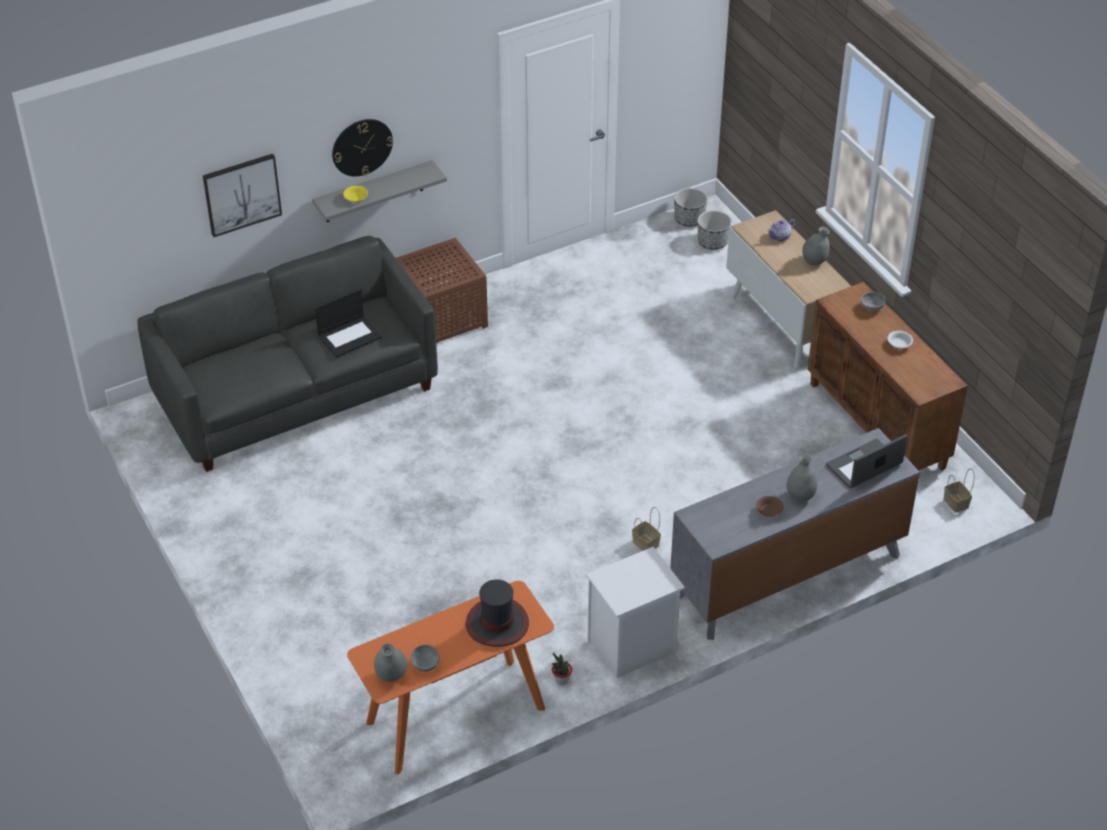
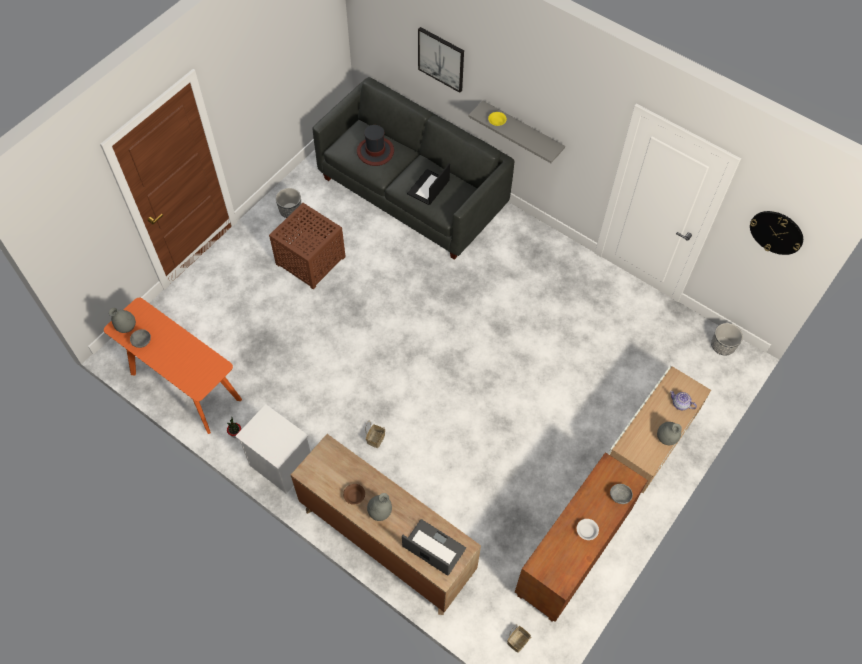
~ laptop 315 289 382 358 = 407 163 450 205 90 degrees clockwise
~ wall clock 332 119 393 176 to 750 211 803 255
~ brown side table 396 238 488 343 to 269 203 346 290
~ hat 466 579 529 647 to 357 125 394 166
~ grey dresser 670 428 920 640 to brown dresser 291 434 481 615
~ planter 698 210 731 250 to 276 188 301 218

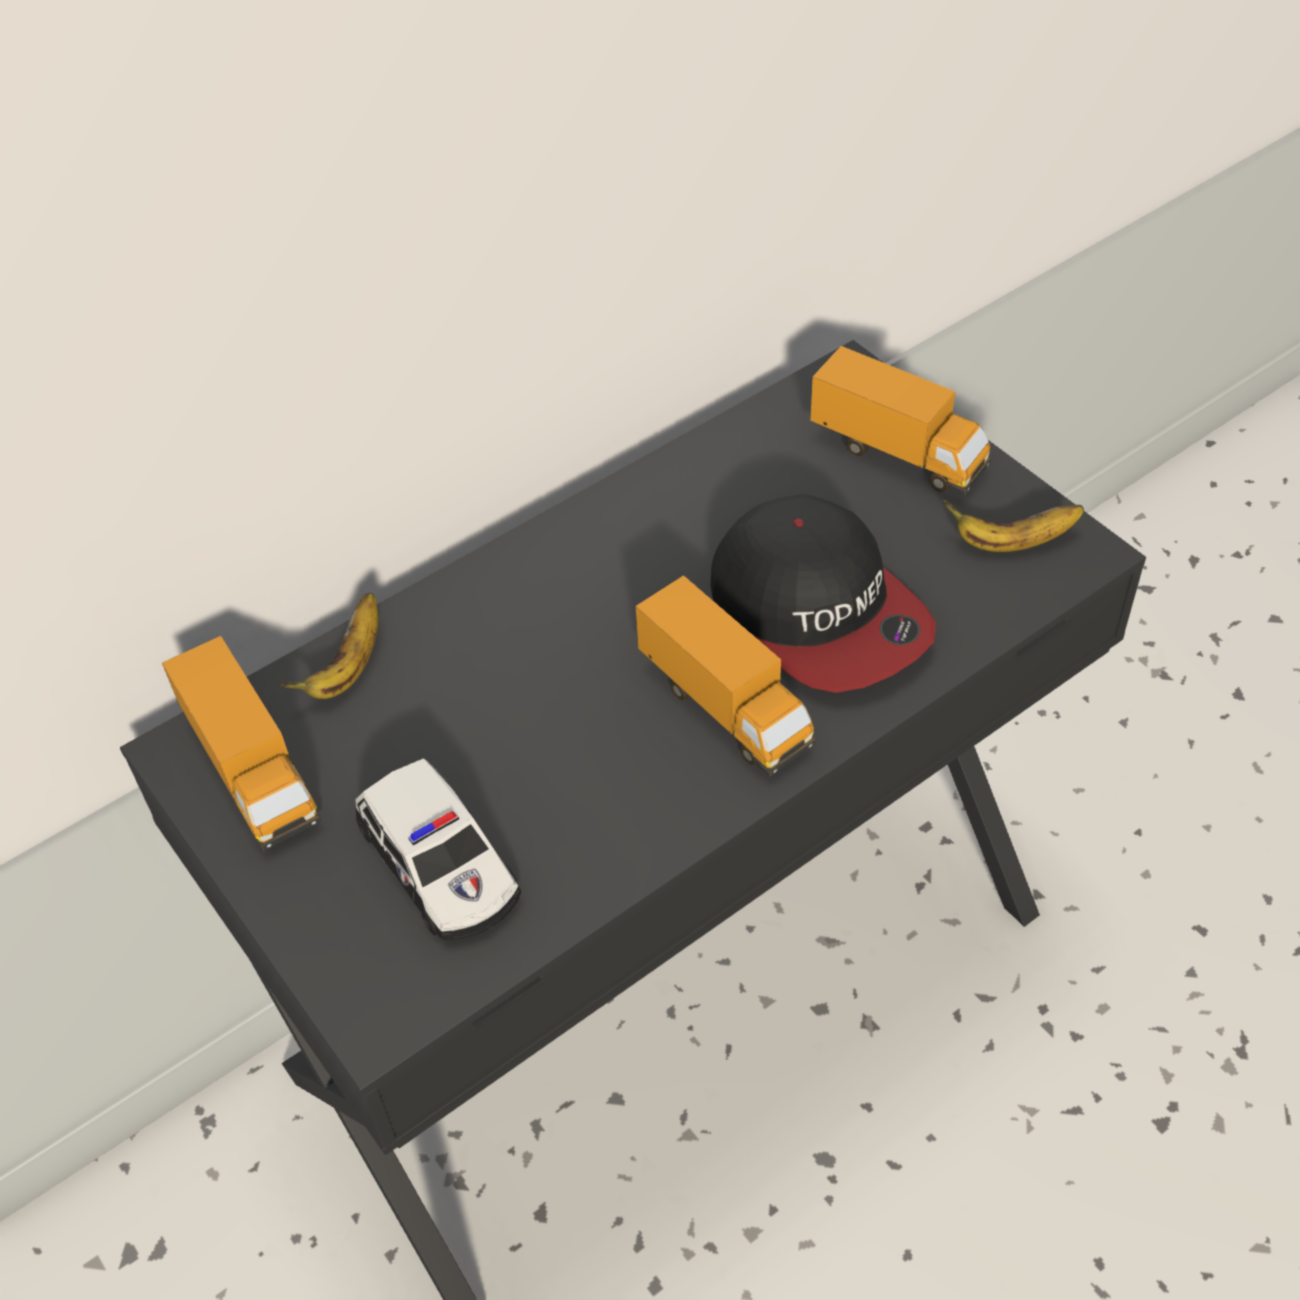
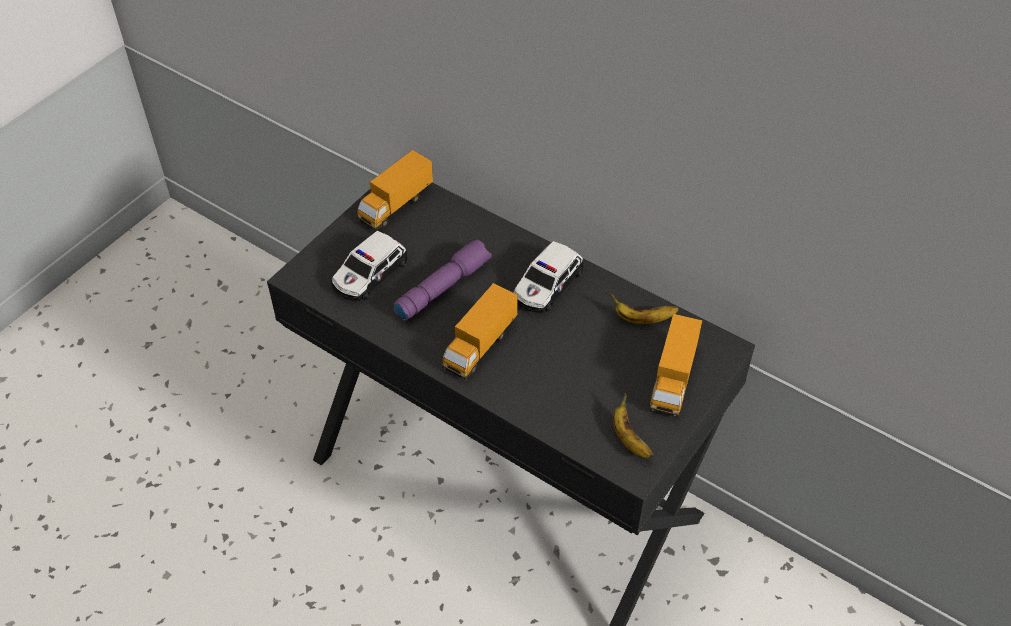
~ banana 281 593 379 699 to 610 293 679 324
- cap 711 494 936 693
+ purple flashlight 394 240 492 321
+ toy car 513 241 583 313

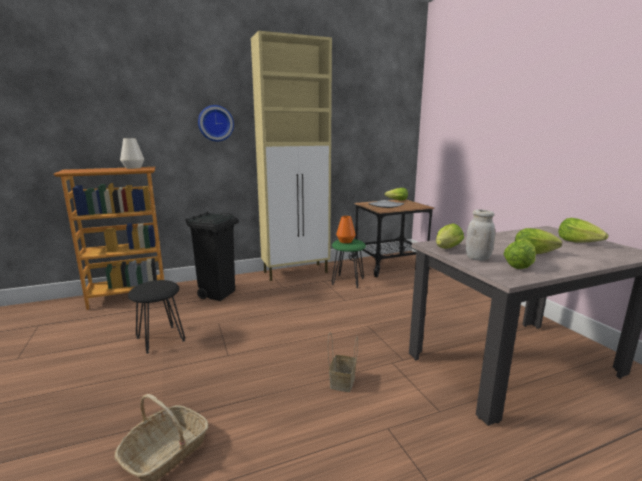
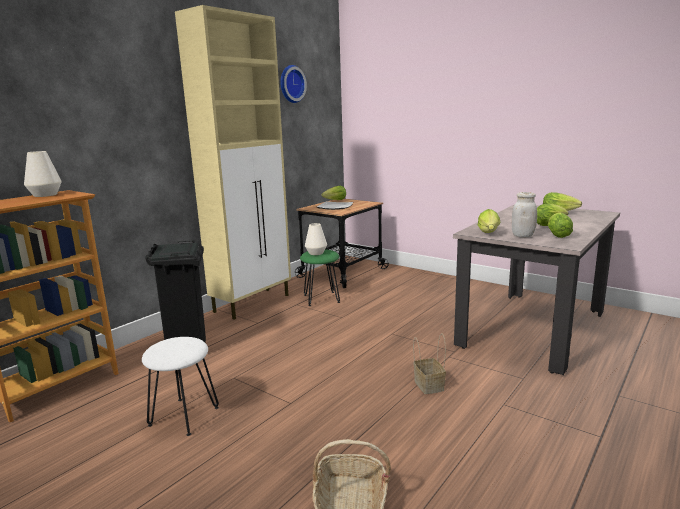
~ black stool 128 280 185 354 to white stool 142 337 219 436
~ wall clock 198 105 234 142 to 280 65 307 103
~ orange vase 336 216 356 243 to white vase 305 223 327 255

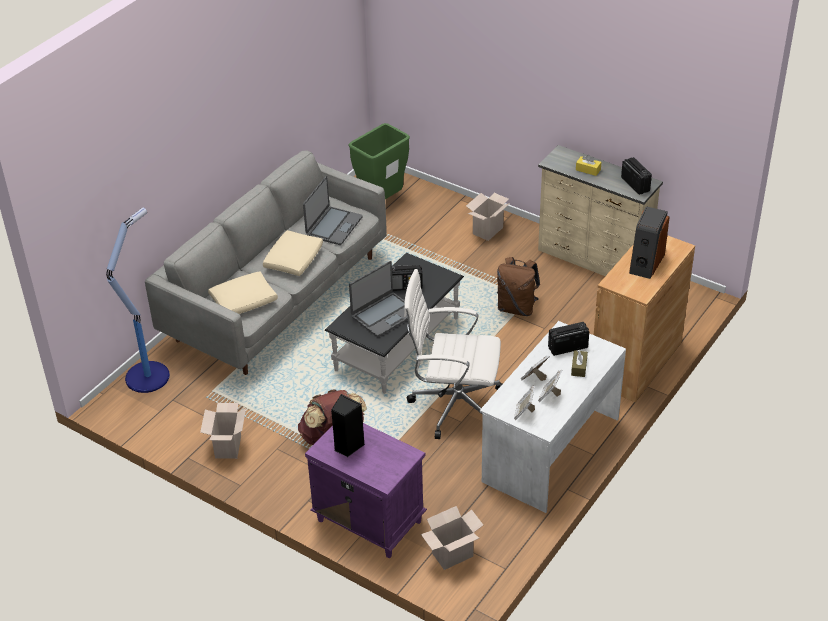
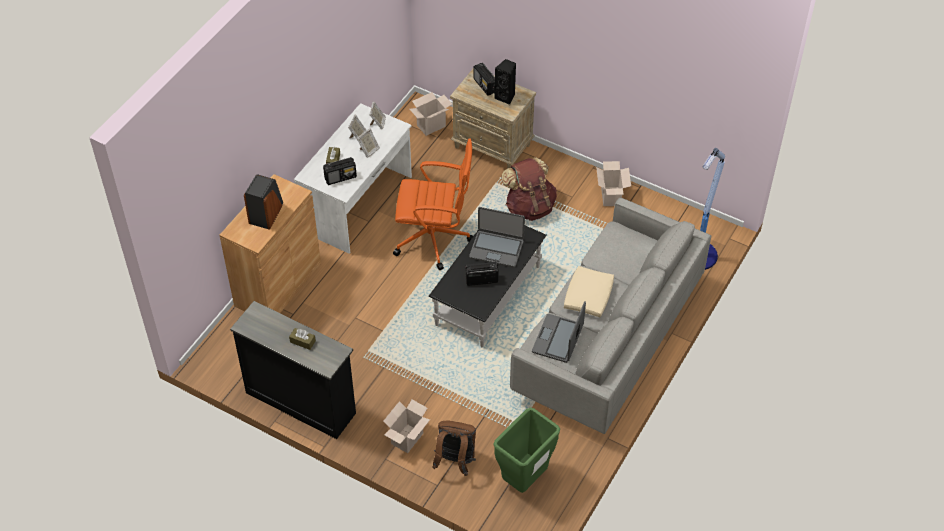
- beige pillow 208 271 278 314
~ purple nightstand 305 423 427 558 to beige nightstand 450 68 536 168
~ laptop 349 261 408 337 = 469 207 525 268 120 degrees counterclockwise
~ white office chair 404 269 502 439 to orange office chair 393 138 473 270
~ brown backpack 497 257 540 316 to 432 420 476 476
~ beige dresser 538 145 663 276 to black dresser 230 301 356 439
~ yellow tissue box 576 155 601 176 to brown tissue box 289 328 316 350
~ radio 621 157 652 195 to 474 63 495 96

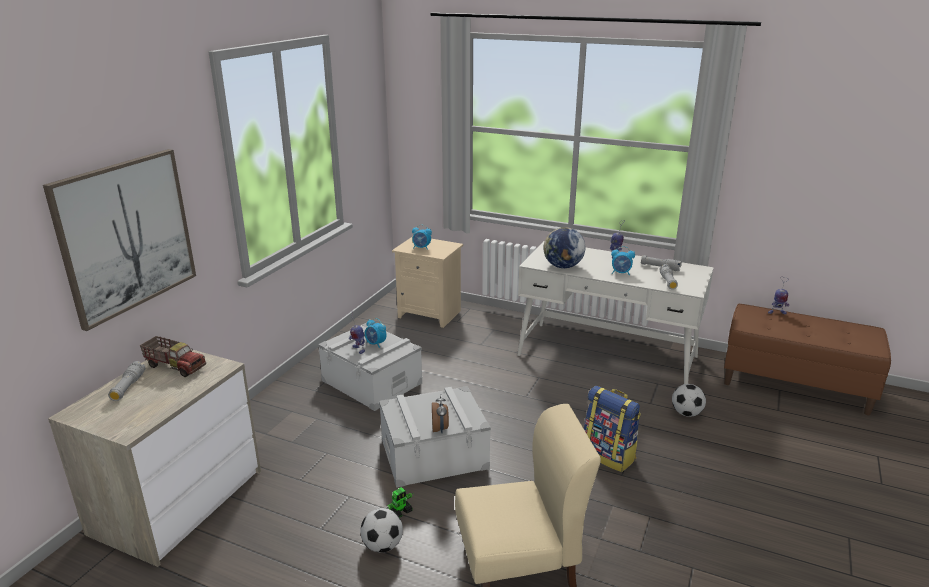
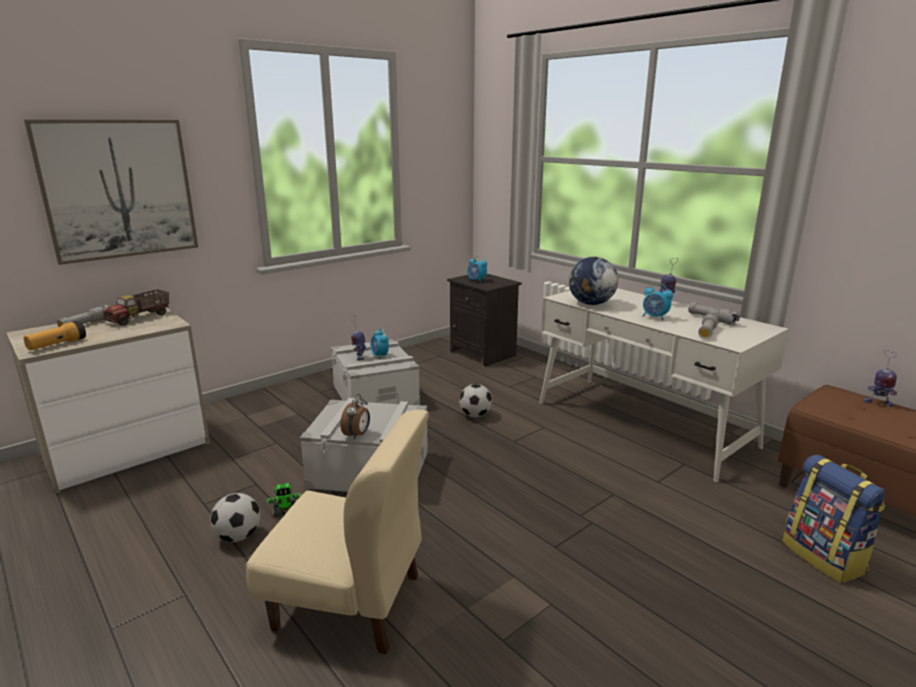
~ toy truck 140 336 206 377 = 102 289 169 326 75 degrees clockwise
~ beige nightstand 392 236 463 328 to black nightstand 447 274 522 366
~ backpack 584 386 641 472 to 782 455 885 583
~ football 672 384 706 417 to 459 384 492 417
+ flashlight 24 320 86 350

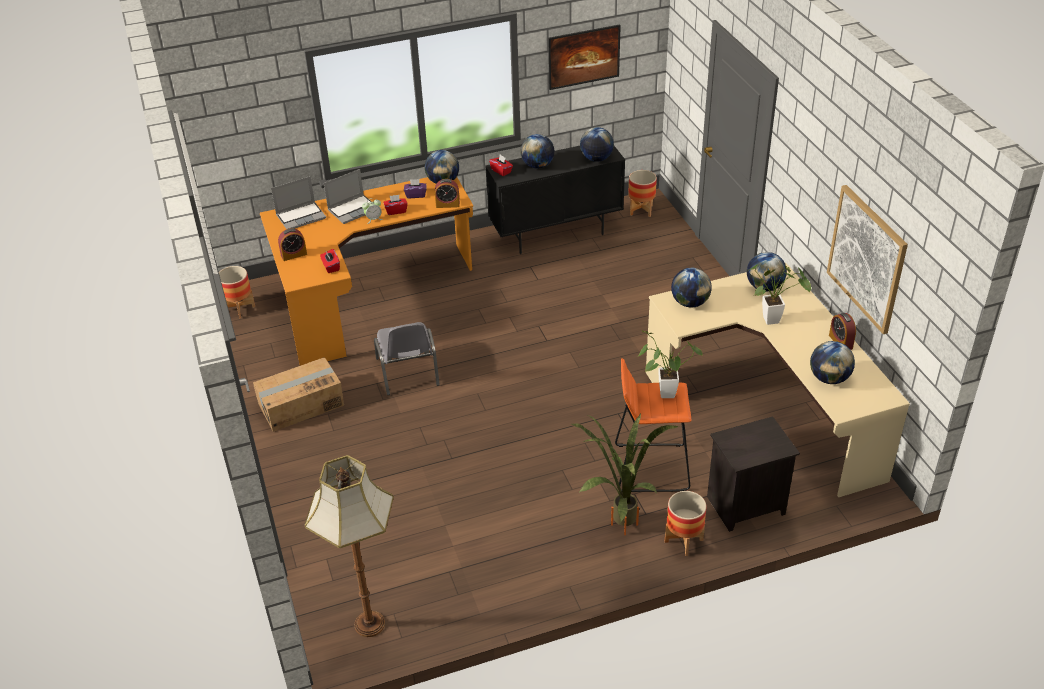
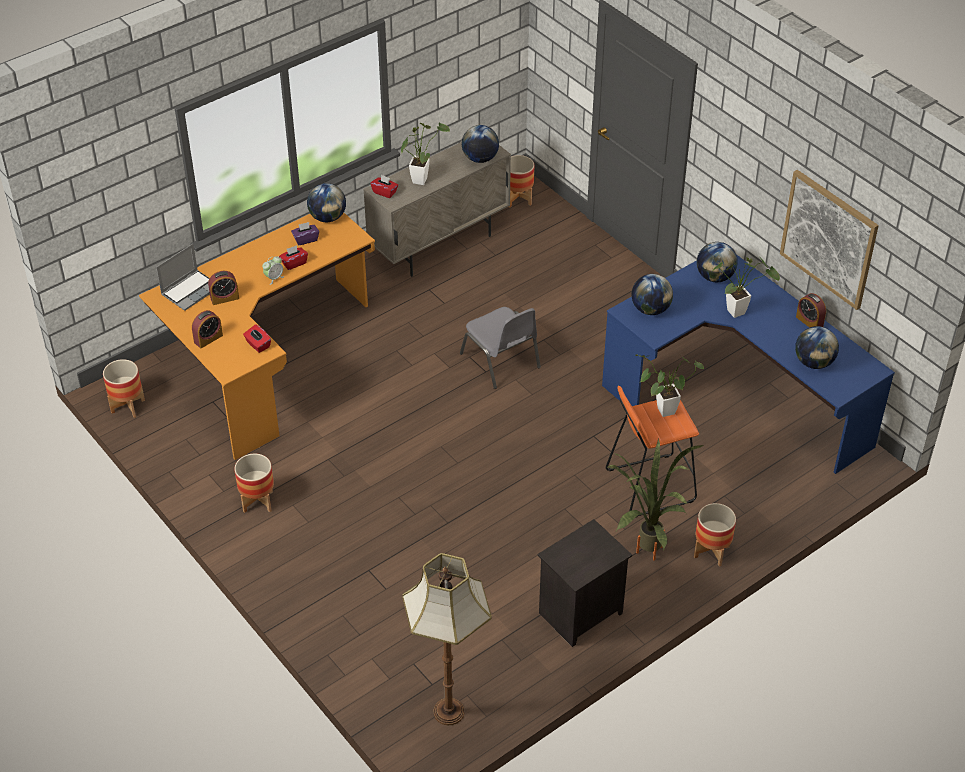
~ cardboard box 253 357 344 432 to planter 234 454 274 513
- laptop 324 169 372 224
~ grey chair 374 322 440 395 to 460 307 541 389
~ alarm clock 435 179 460 208 to 208 271 239 305
~ black cabinet 485 146 625 254 to beige cabinet 363 142 511 277
~ globe 520 134 554 169 to potted plant 401 123 450 185
- picture 548 24 621 90
~ beige desk 646 263 910 497 to blue desk 602 254 895 474
~ black nightstand 707 416 800 532 to 538 519 632 647

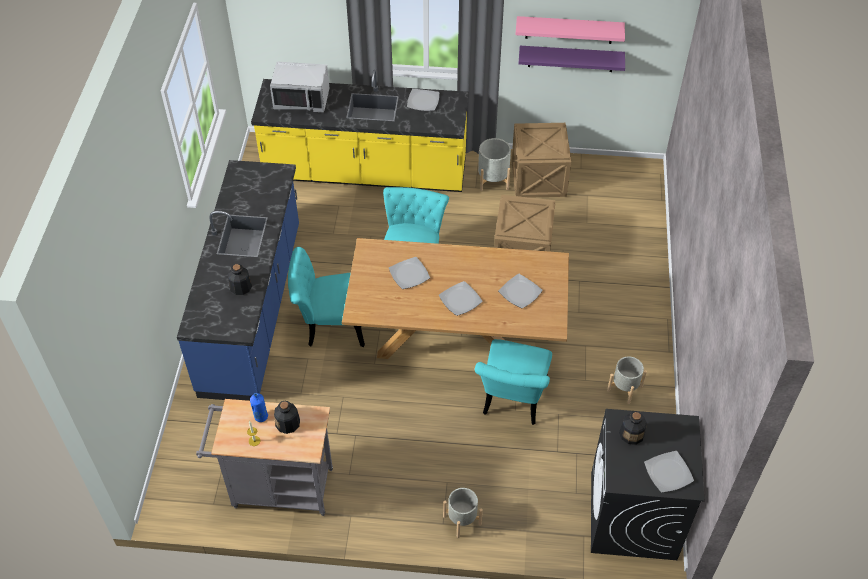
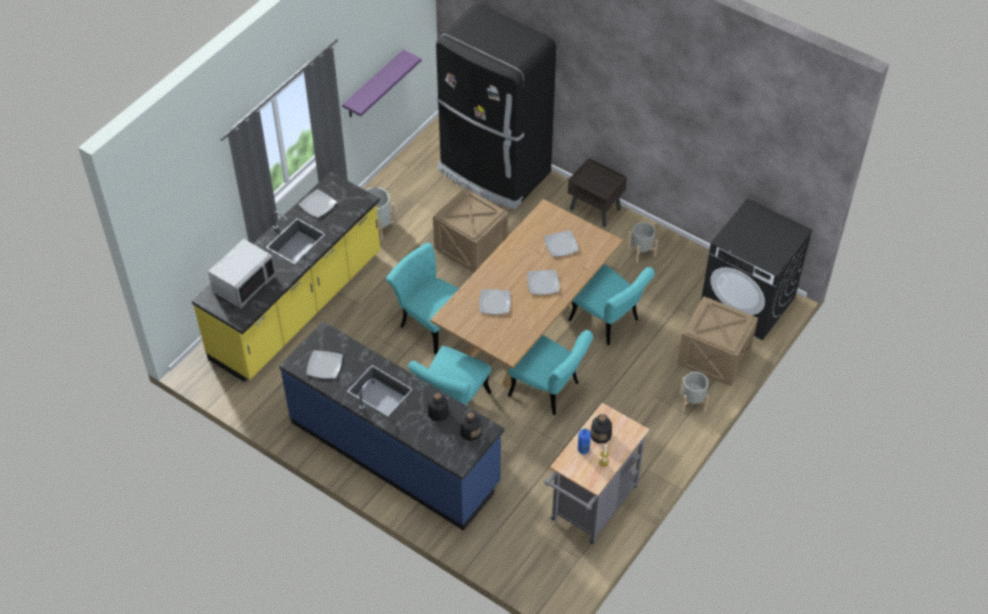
~ crate 512 123 571 198 to 677 296 758 386
- pink shelf 515 16 625 44
~ bottle 619 411 647 445 to 460 411 482 441
~ plate 644 451 694 493 to 306 350 342 379
+ black fridge 436 4 556 209
+ turquoise chair 508 330 593 415
+ brown nightstand 568 158 627 227

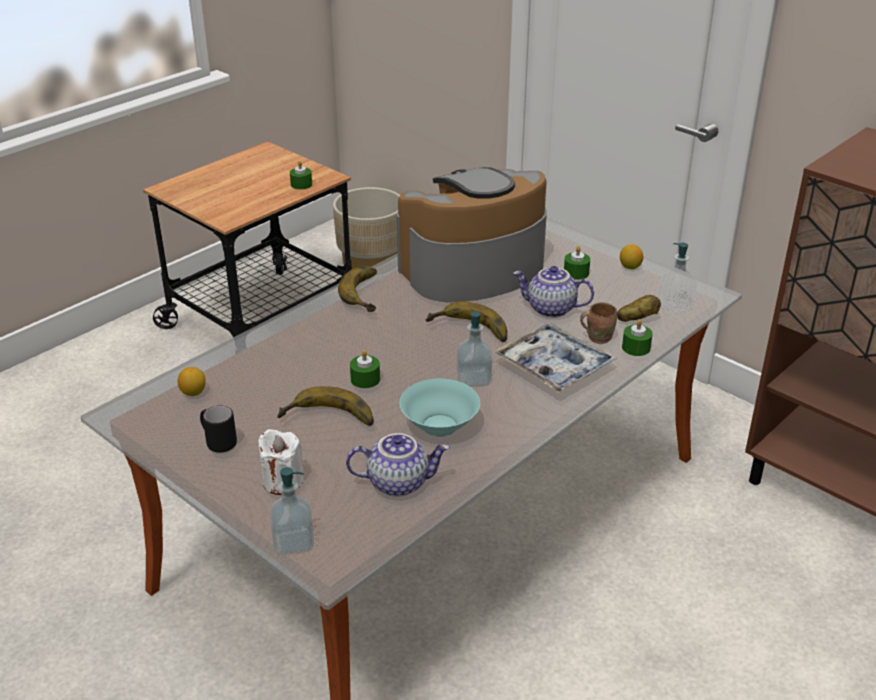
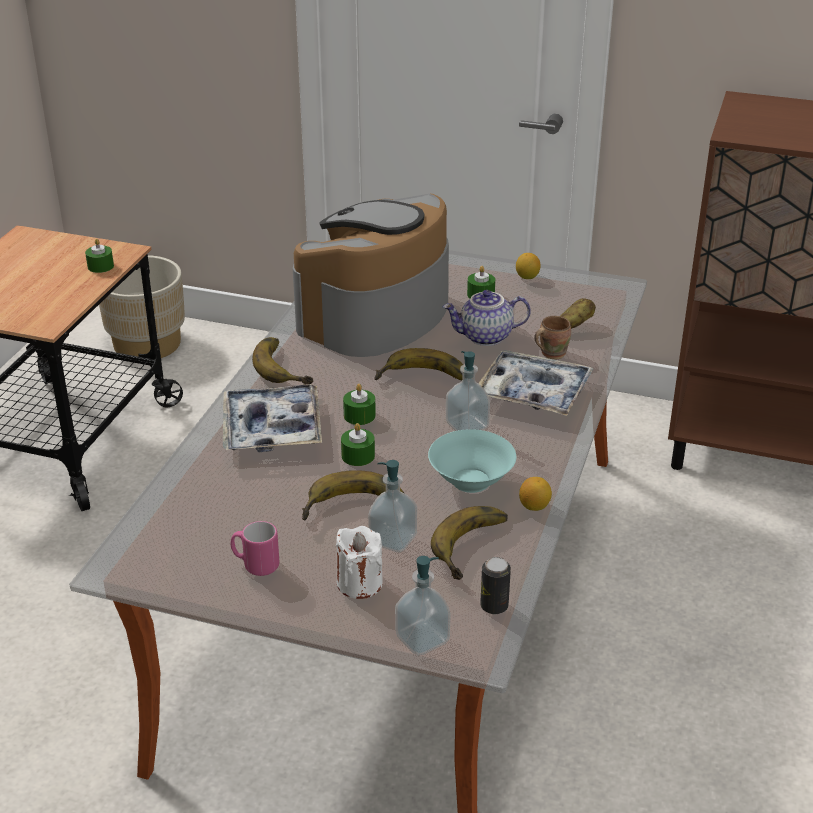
~ lemon 177 367 206 396 to 519 477 552 511
~ black mug 200 405 237 453 to pink mug 231 521 280 576
~ teapot 346 433 450 497 to banana 431 506 508 580
~ green candle 622 319 653 356 to 343 384 376 425
~ soap dispenser 657 243 697 314 to 368 460 417 552
+ tray 223 384 322 452
+ can 480 557 511 614

